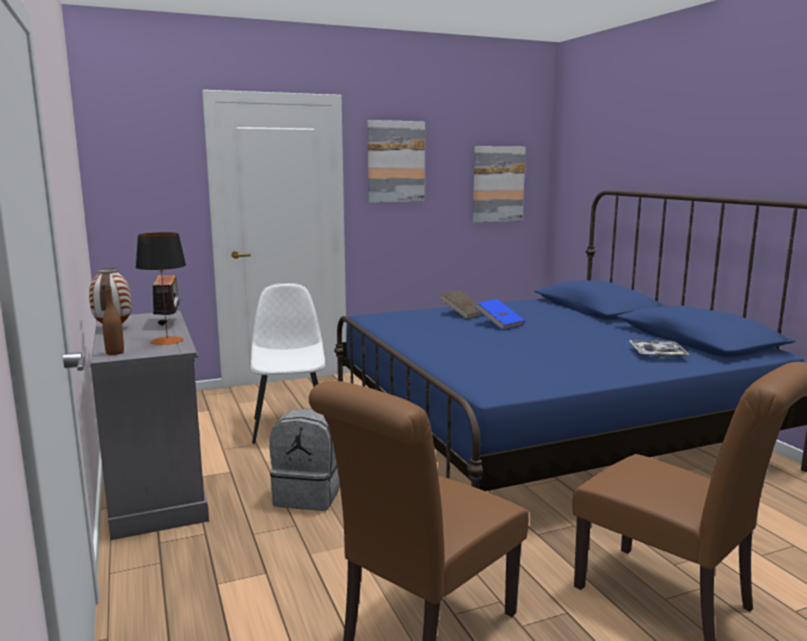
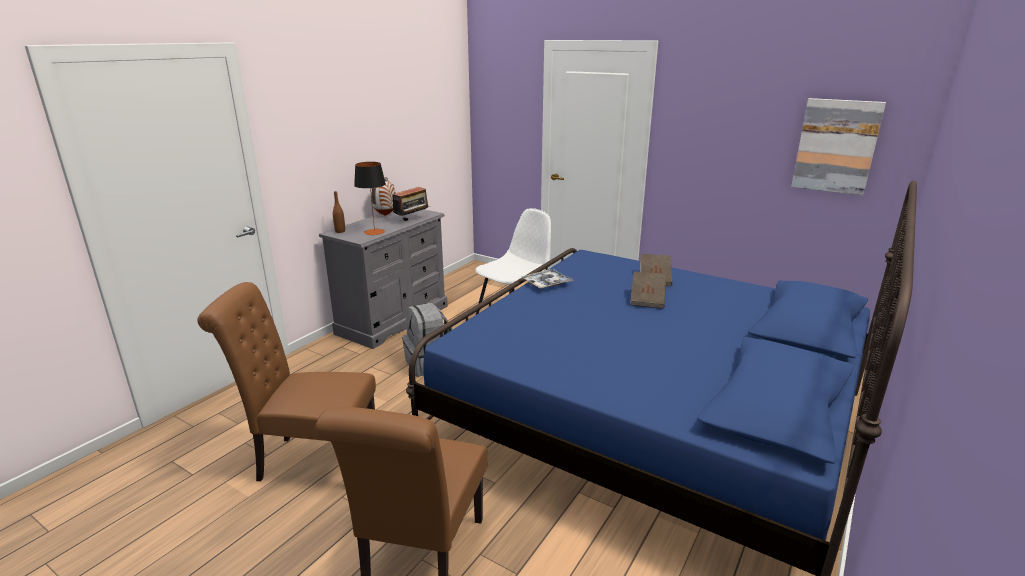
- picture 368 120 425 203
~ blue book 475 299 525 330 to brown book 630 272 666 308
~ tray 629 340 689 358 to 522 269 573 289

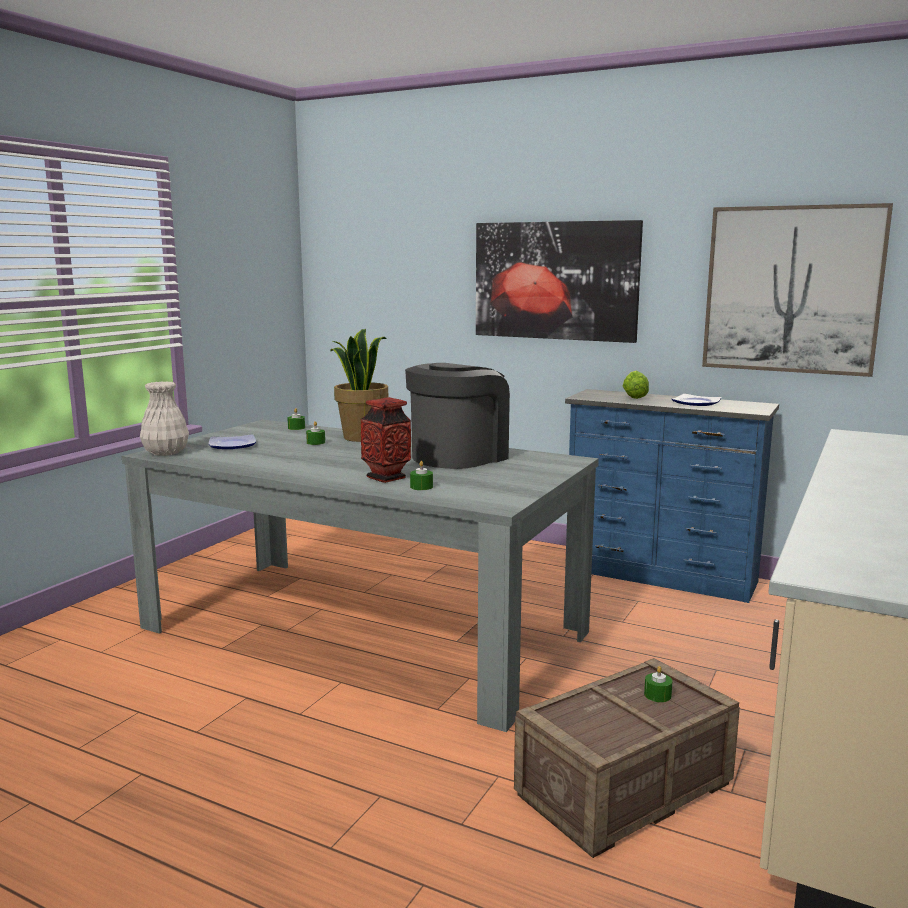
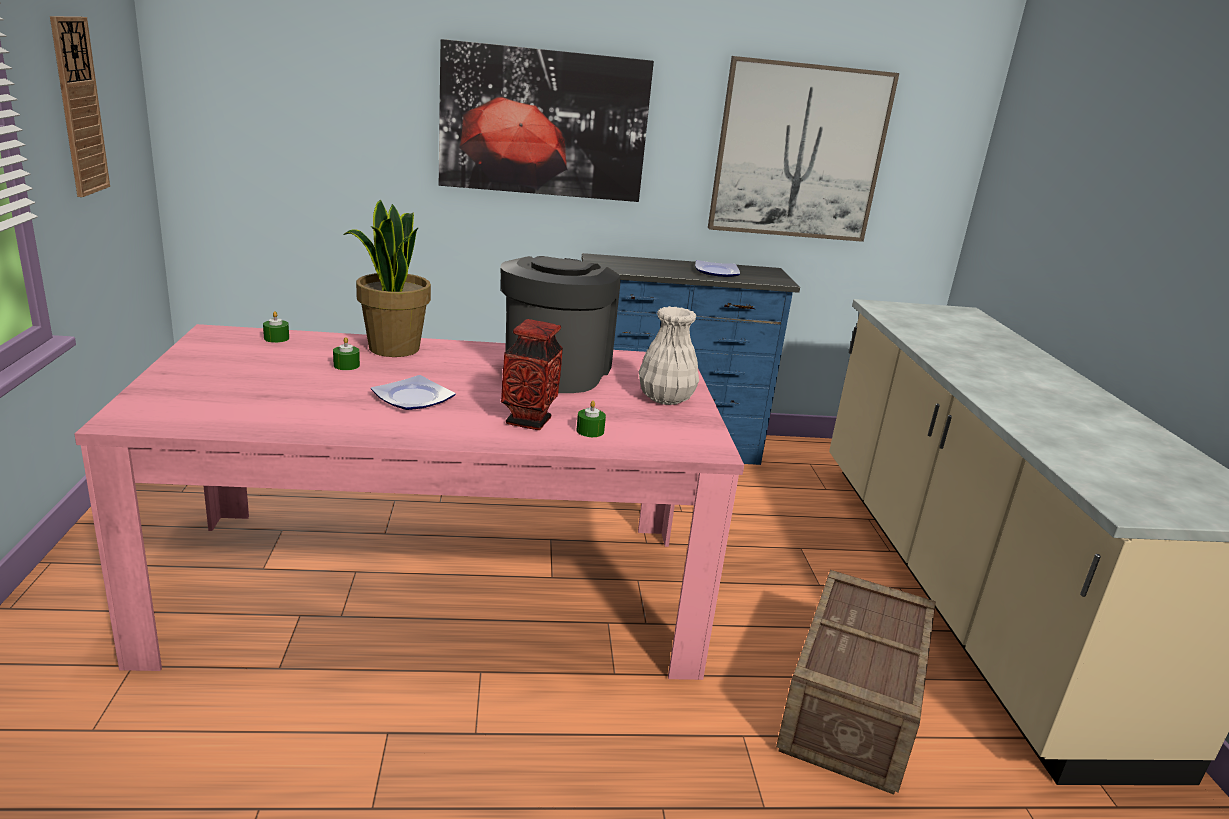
~ grey dining table 122 420 599 732 to pink dining table 74 324 744 680
~ white vase 140 381 189 456 to 639 306 699 405
~ plate 209 434 256 449 to 371 375 456 410
- lettuce 623 370 649 399
- green candle 644 666 672 702
+ wall clock 50 16 110 197

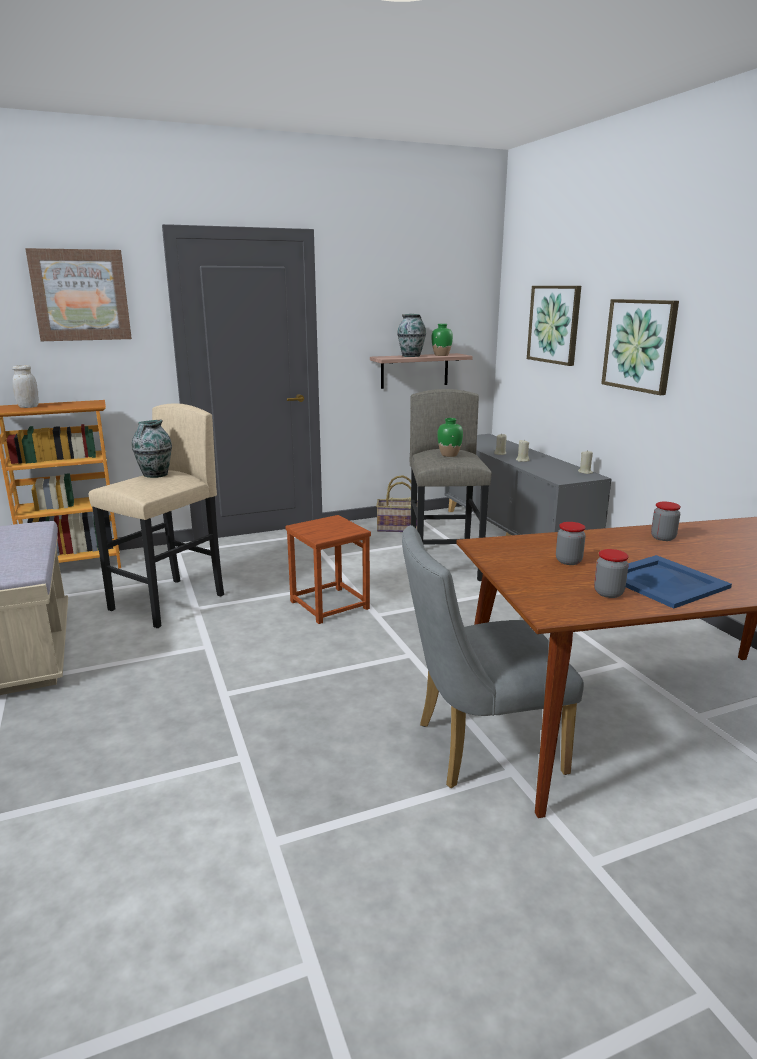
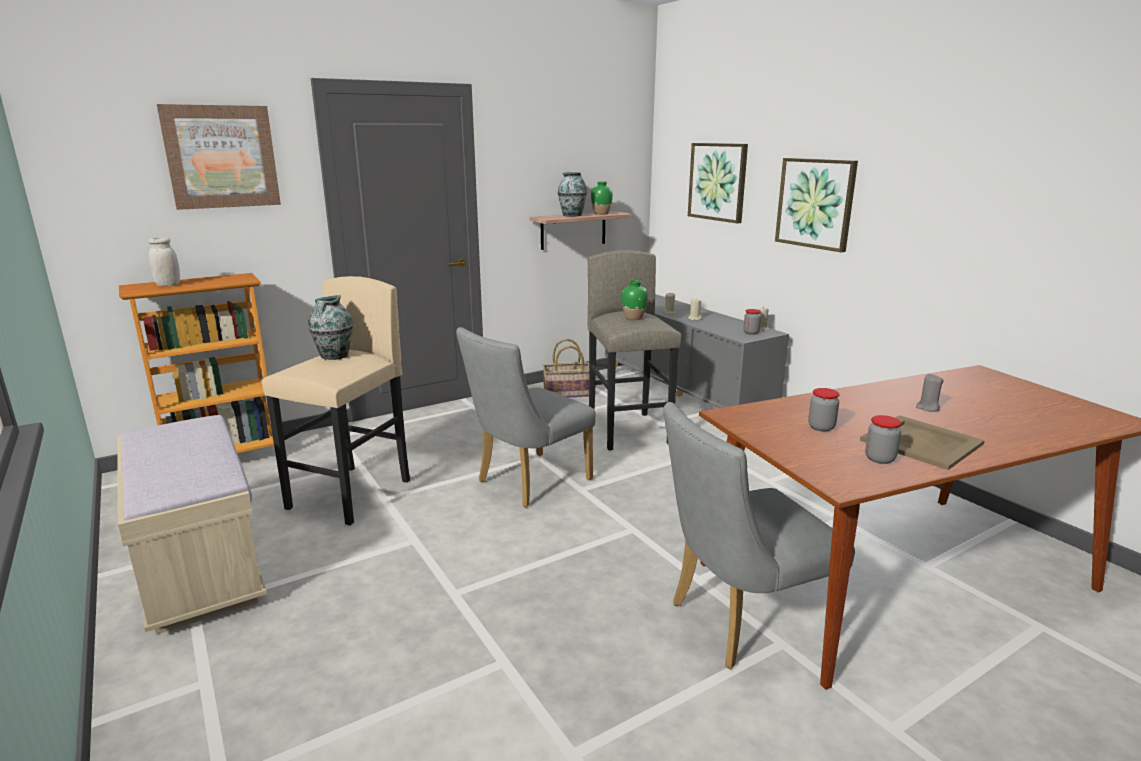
~ brown stool 285 515 371 624 to grey chair 456 327 596 507
~ blue tray 626 555 732 609 to beige tray 860 415 985 470
~ jar 651 502 681 541 to 744 309 761 335
+ grey candle 916 374 944 412

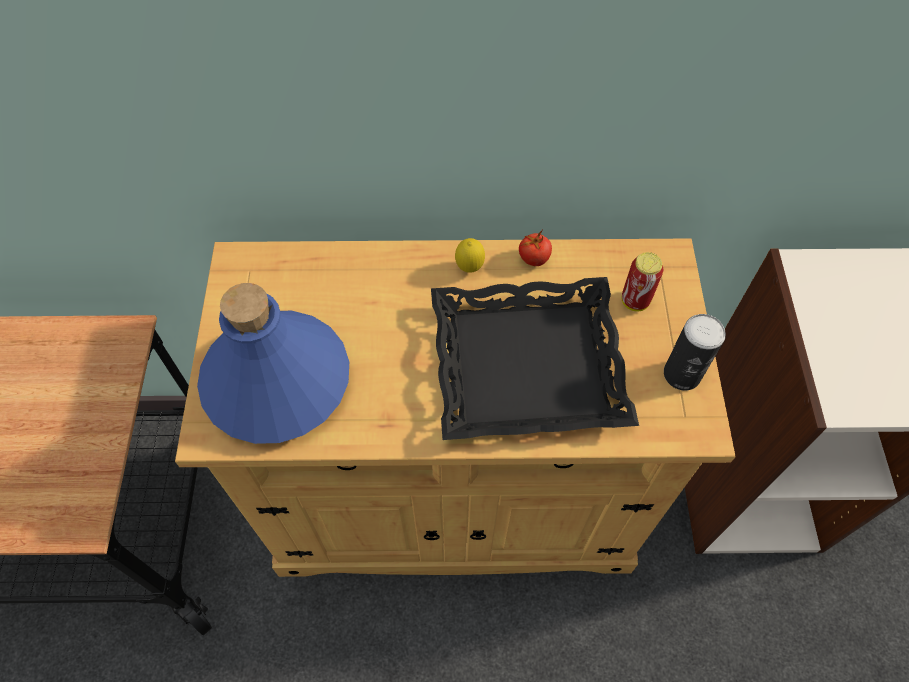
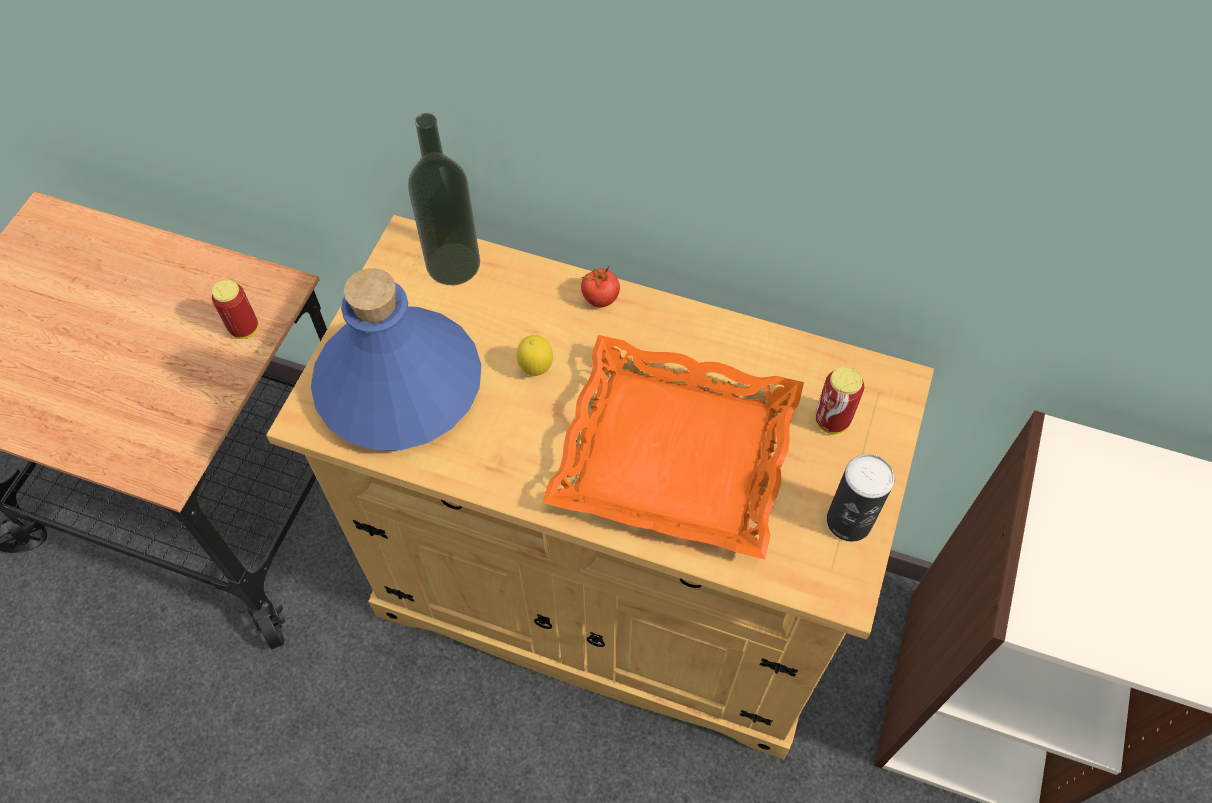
~ black tray 431 277 639 440 to orange tray 542 335 804 559
~ lemon 455 238 485 273 to 516 335 553 376
~ tomato 519 230 552 266 to 581 267 620 308
+ can 211 279 258 339
+ bottle 408 113 480 285

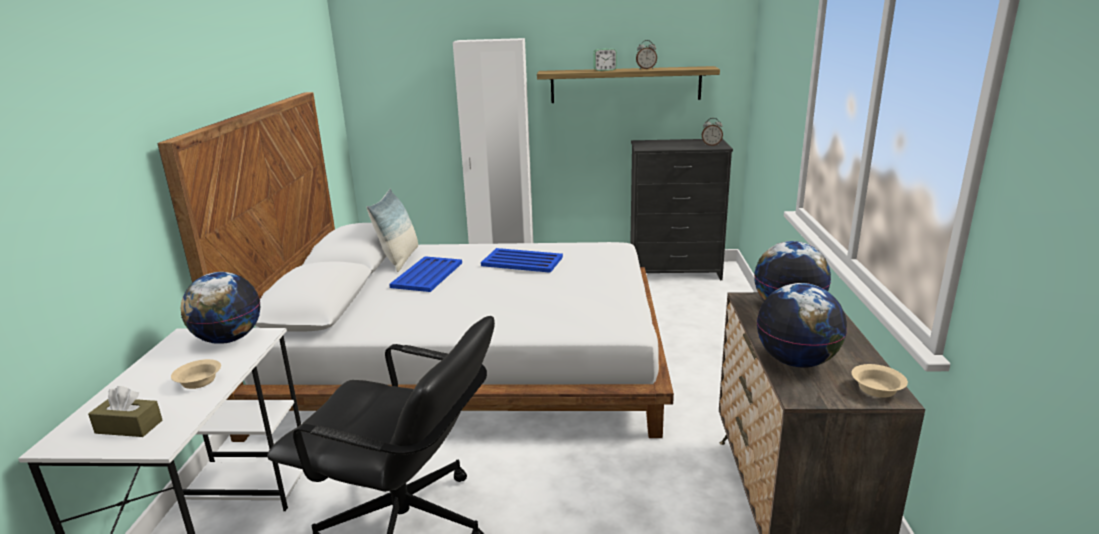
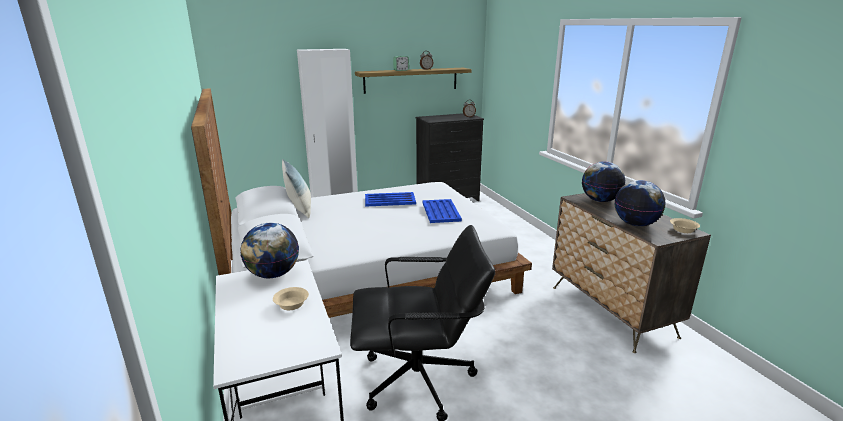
- brown tissue box 88 386 162 437
~ blue tray 389 256 462 292 to 423 199 462 223

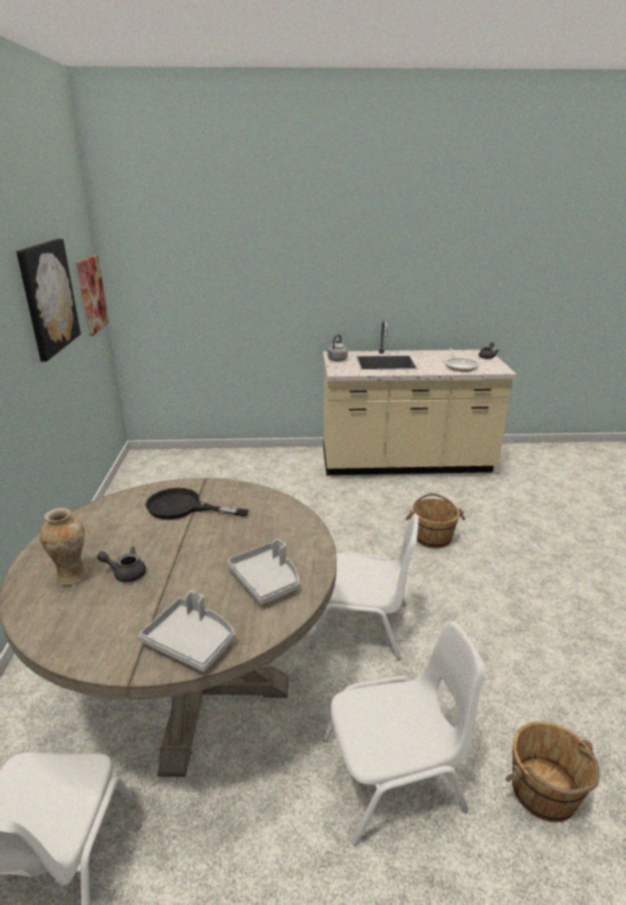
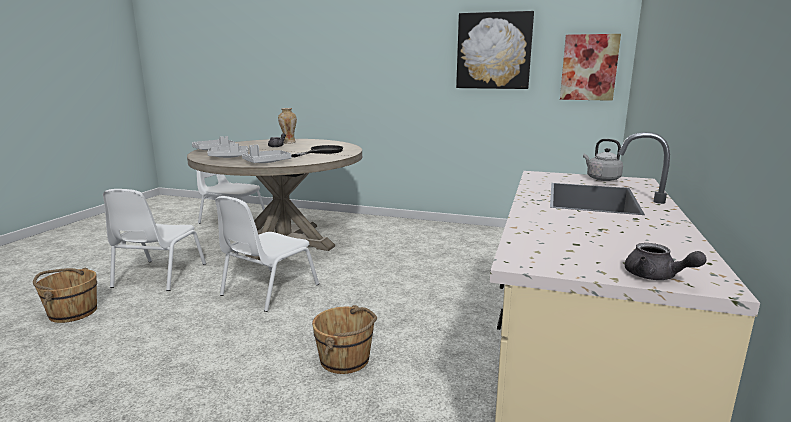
- frying pan 445 348 479 372
+ grey tray 242 145 292 163

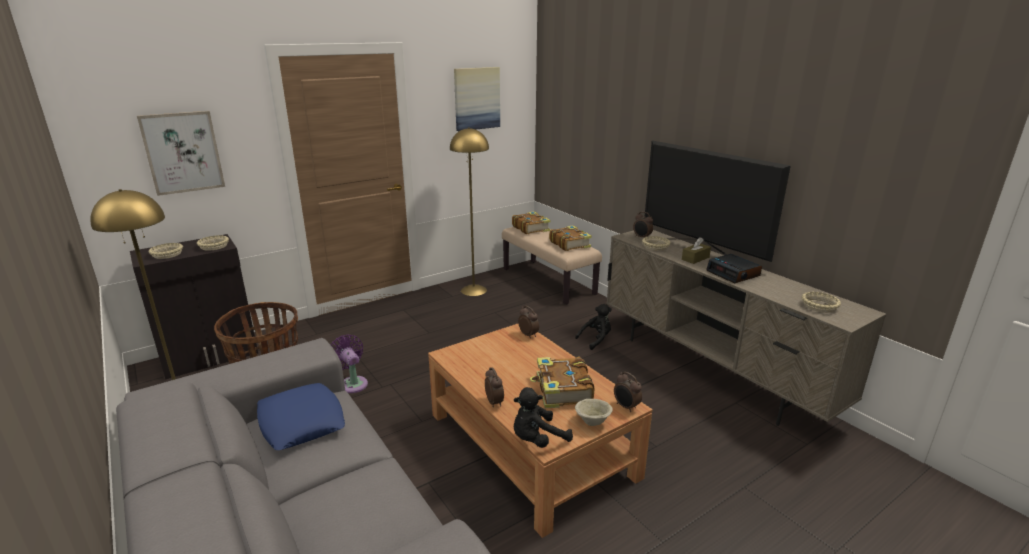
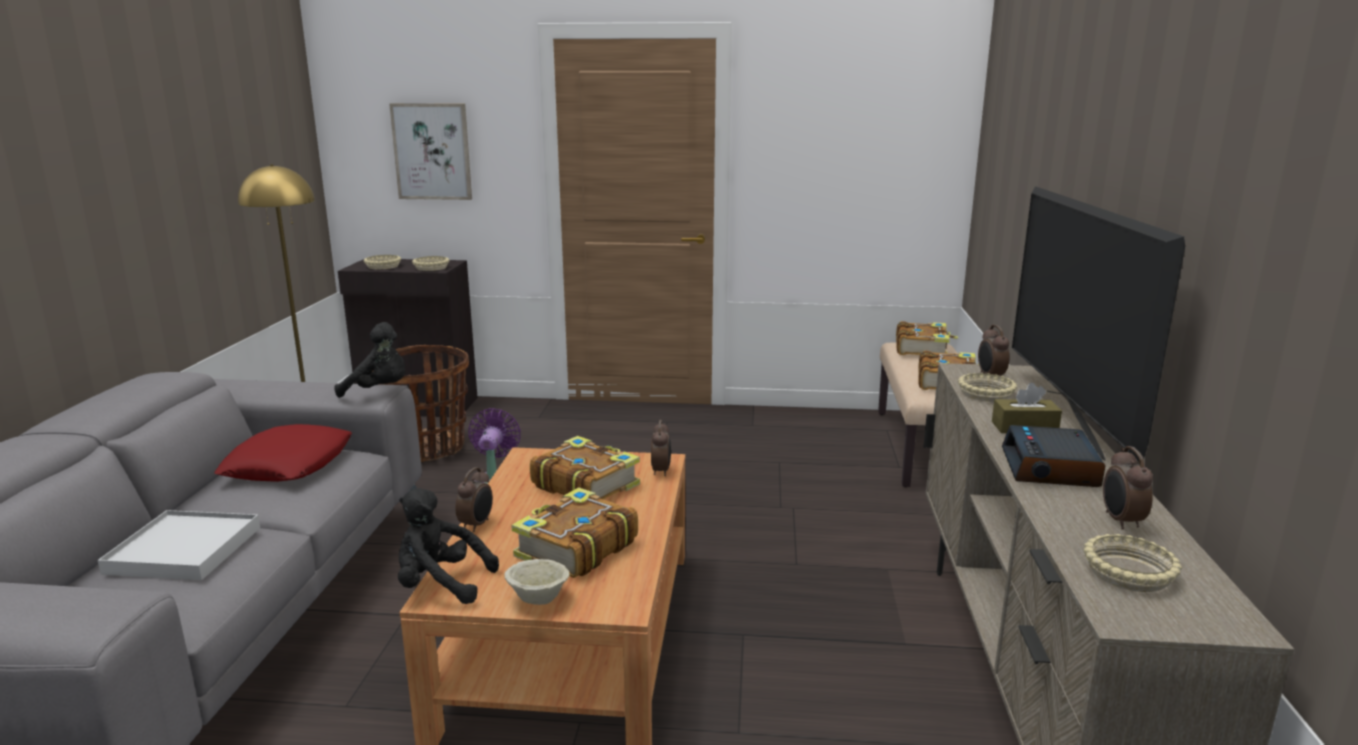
~ blue pillow 257 383 345 450 to red pillow 215 424 352 482
- yellow floor lamp 450 127 489 296
- picture 454 67 500 131
~ black plush toy 575 304 612 350 to 334 322 405 398
~ alarm clock 614 372 642 412 to 1103 446 1153 530
+ white tray 98 510 260 580
+ book 530 436 640 500

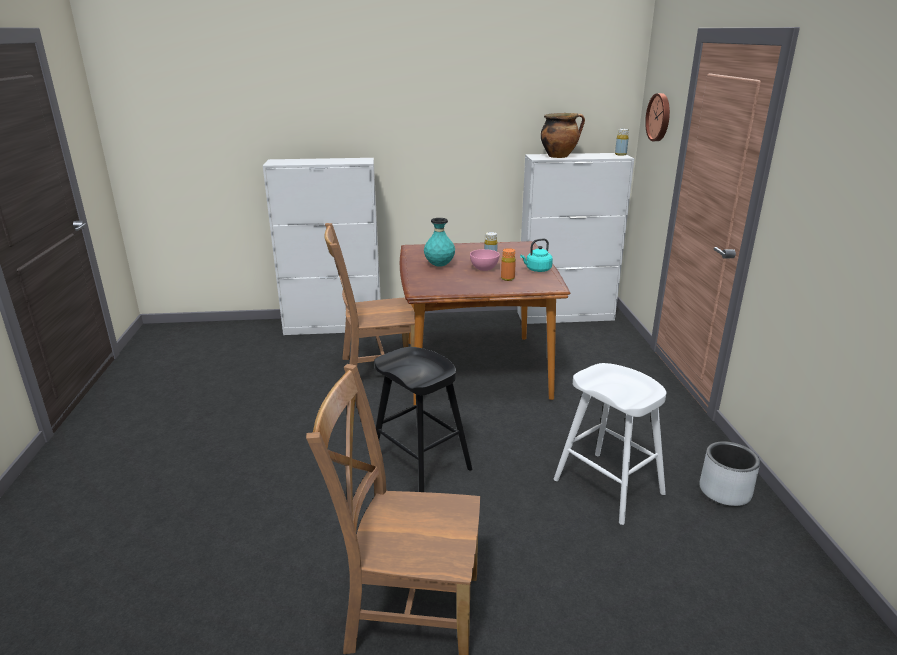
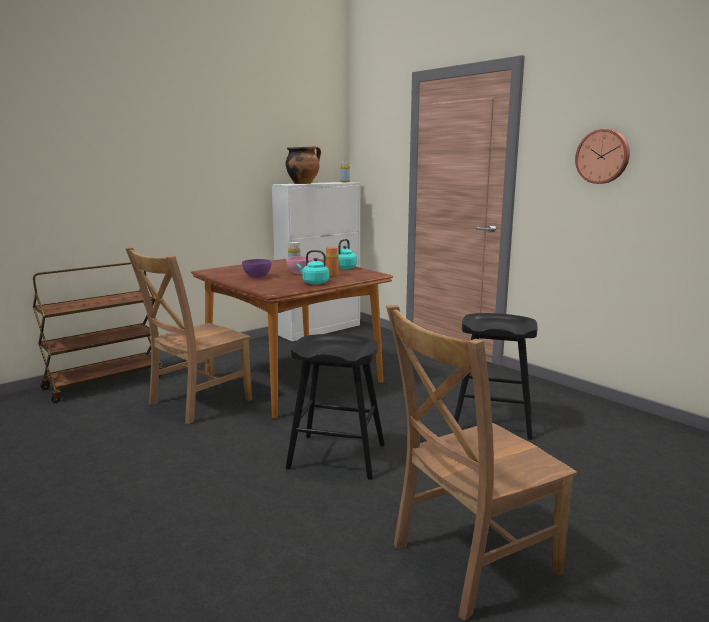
~ white cabinet 263 158 381 335 to brown cart 33 262 163 403
~ turquoise vase 424 218 455 267 to purple bowl 242 259 272 278
~ white stool 554 363 666 525 to black stool 454 313 538 440
~ wall clock 645 93 670 141 to 575 129 630 184
- grey planter 700 441 760 506
+ turquoise kettle 297 250 329 284

